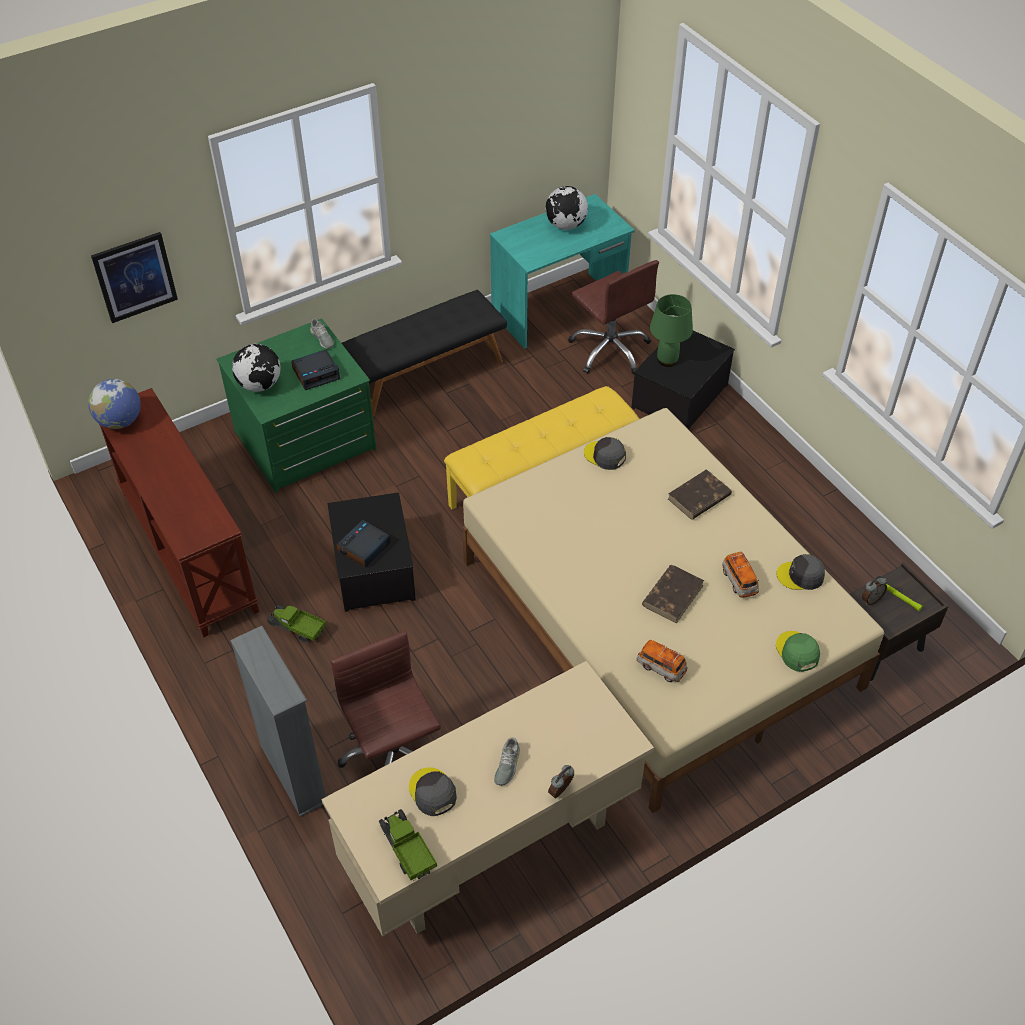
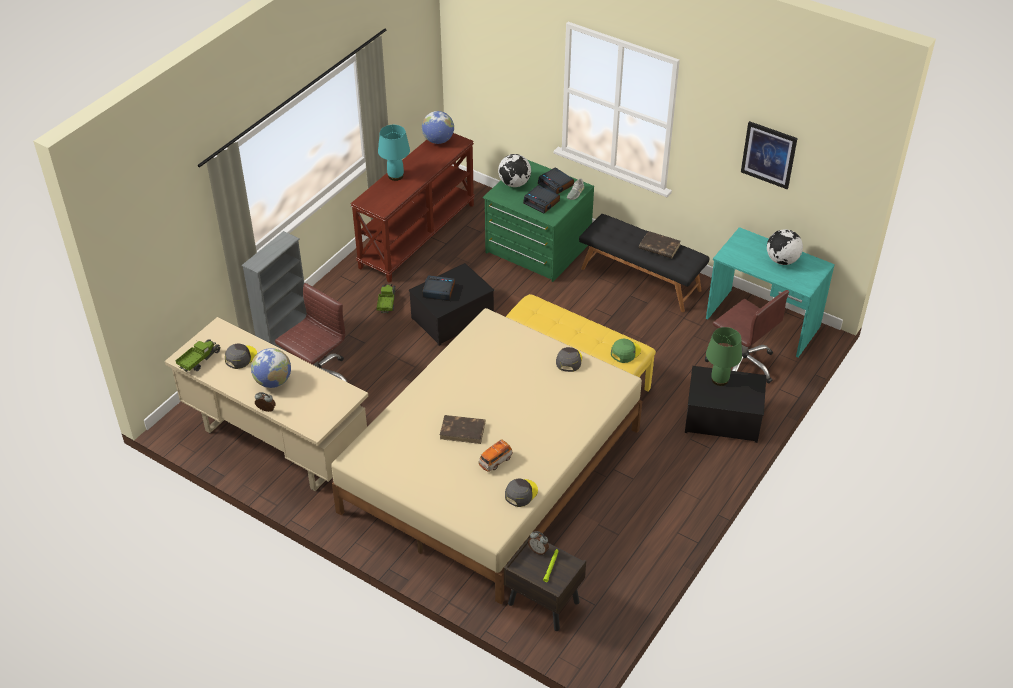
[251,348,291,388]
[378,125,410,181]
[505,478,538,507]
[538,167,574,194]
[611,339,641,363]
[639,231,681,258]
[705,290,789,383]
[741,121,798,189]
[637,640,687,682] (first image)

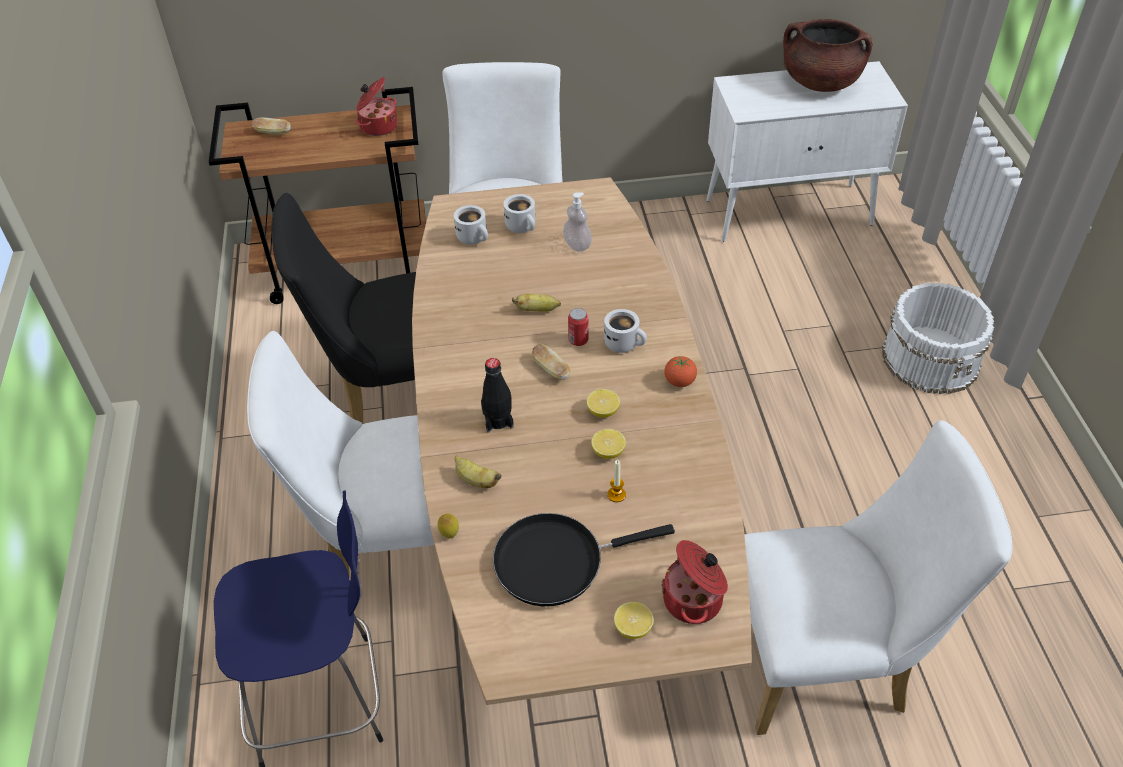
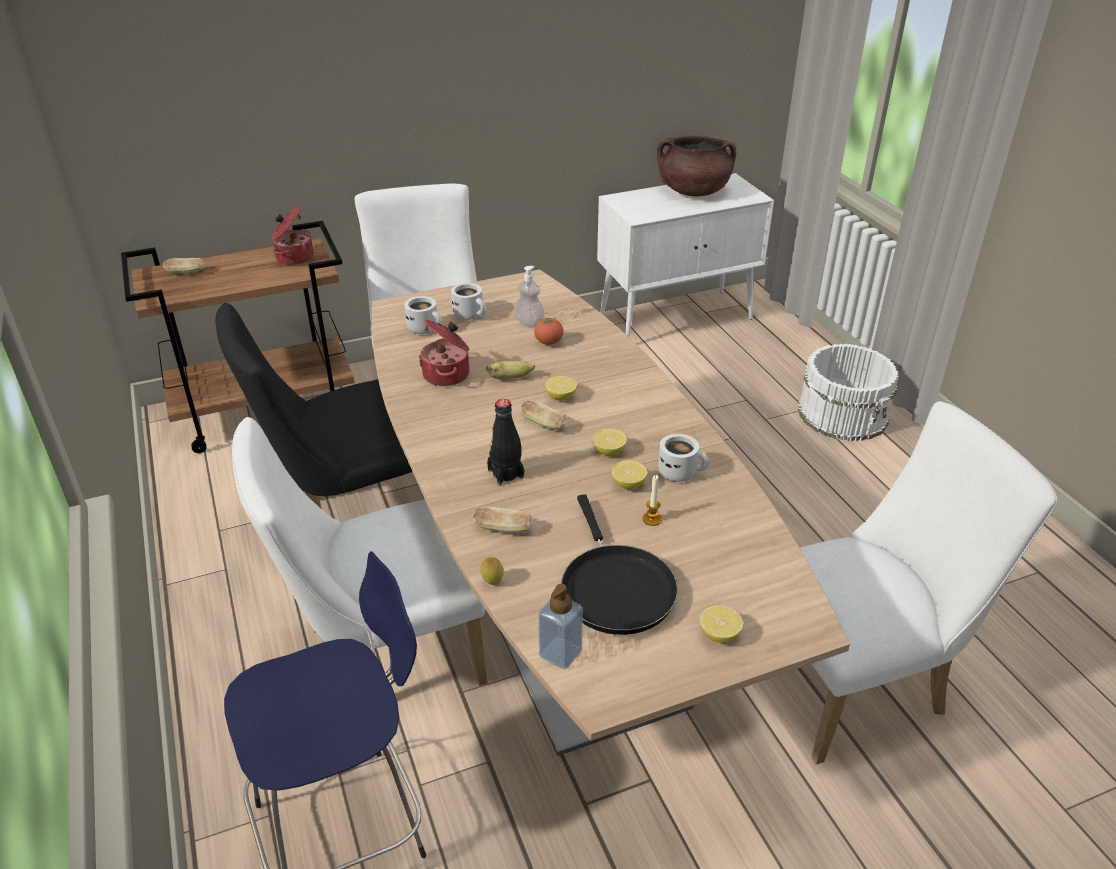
[419,319,469,386]
[472,507,533,533]
[534,318,563,345]
[539,584,583,669]
[545,376,577,401]
[561,494,678,635]
[658,434,709,482]

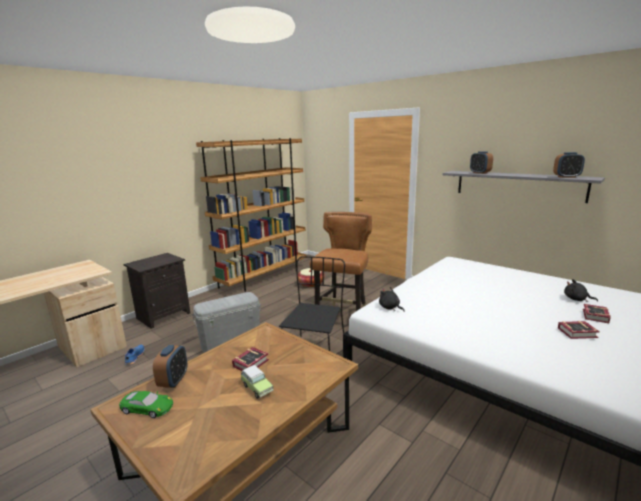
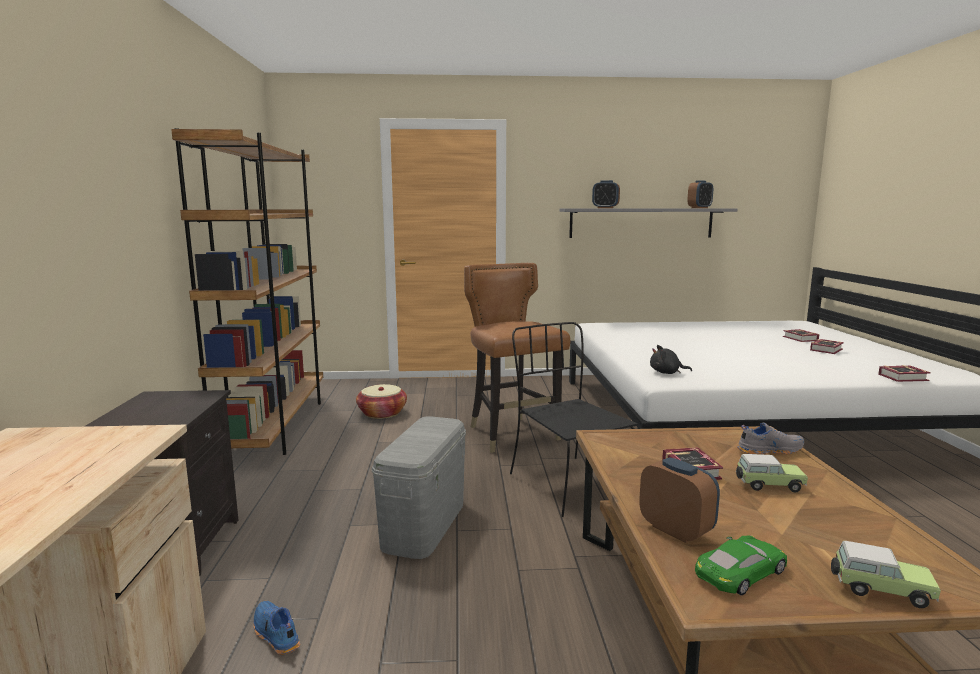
[737,423,804,454]
[831,541,941,608]
[878,365,931,382]
[564,279,598,302] (first image)

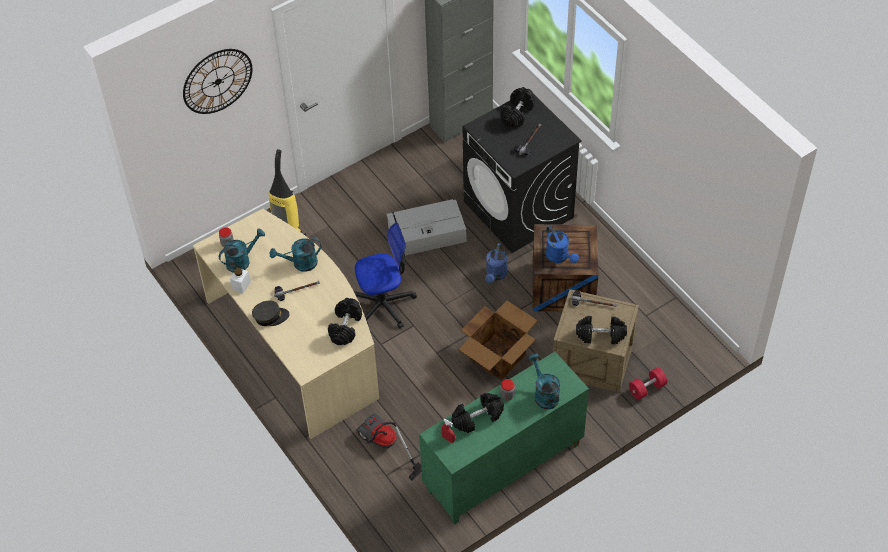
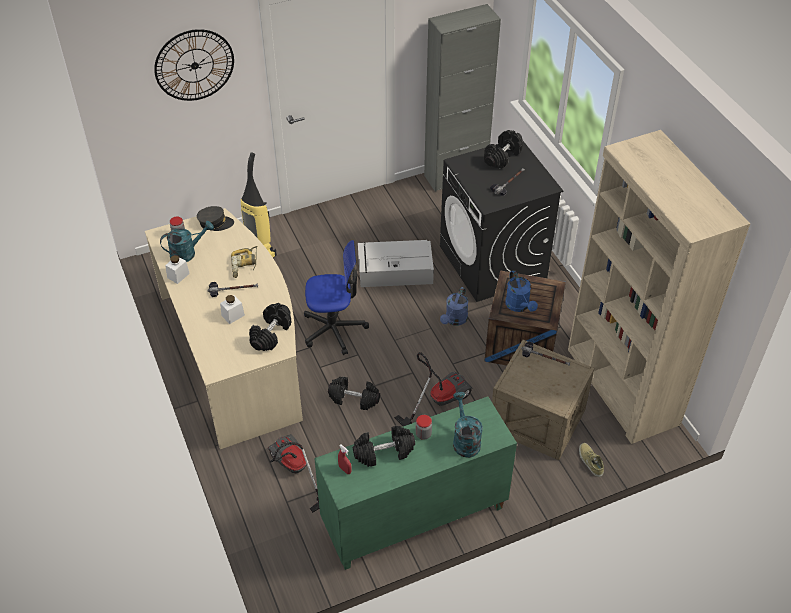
[197,206,234,231]
[220,295,245,324]
[231,246,258,278]
[328,377,380,410]
[394,352,473,426]
[568,130,750,444]
[579,443,604,477]

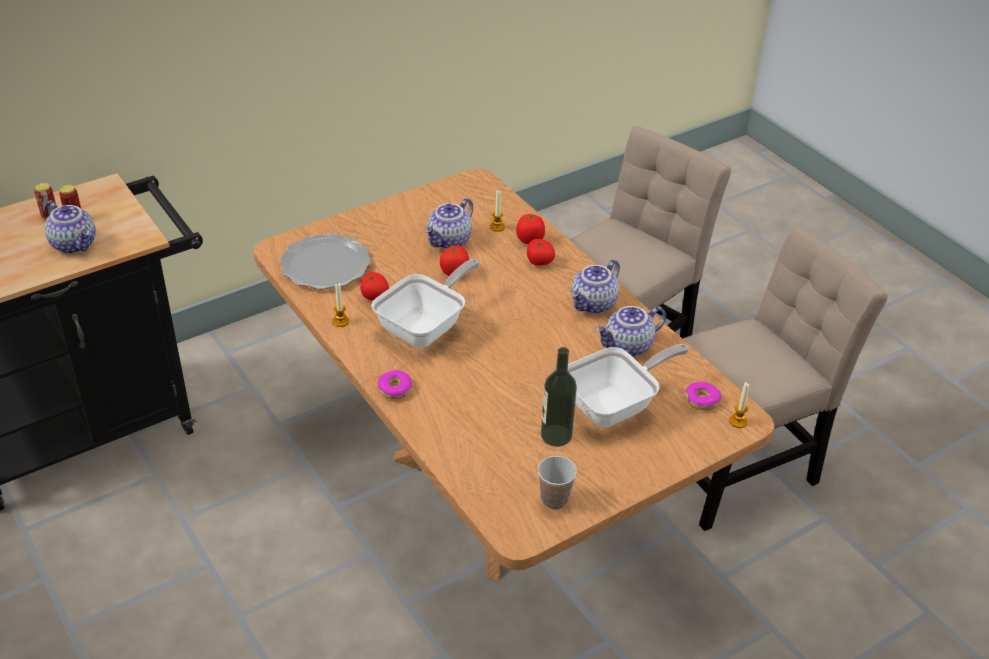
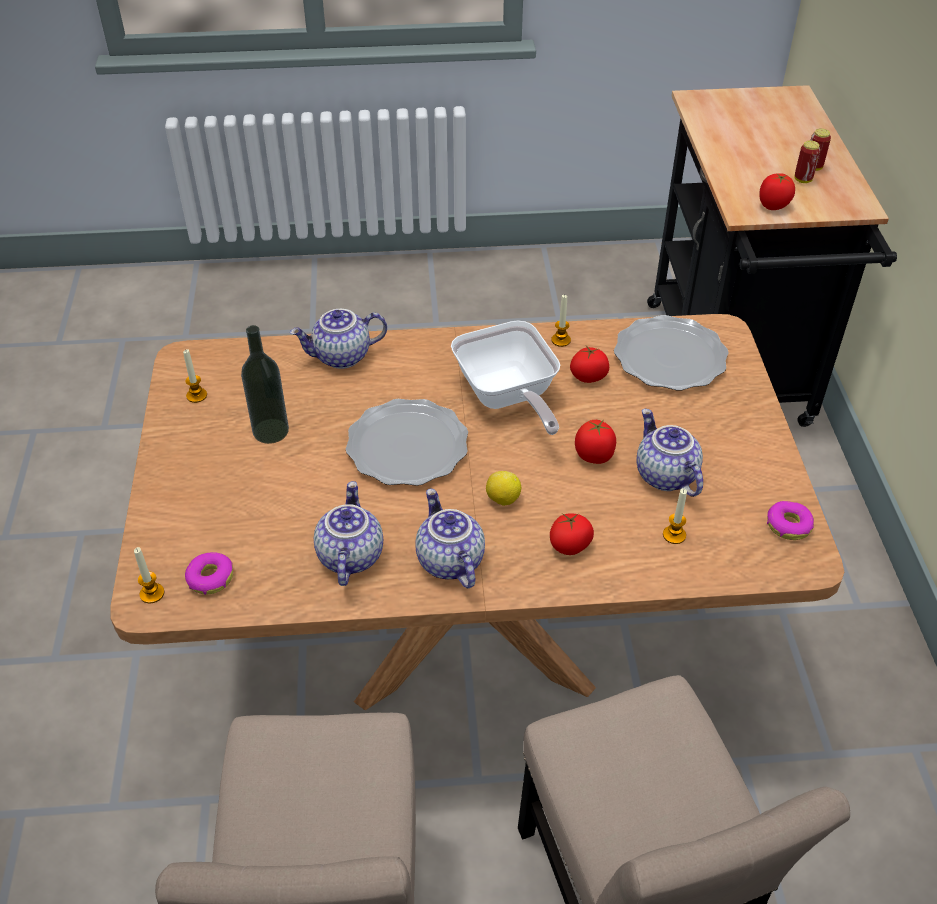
[183,349,207,403]
[290,309,387,369]
[346,399,468,486]
[486,471,521,506]
[759,173,795,210]
[767,501,814,540]
[568,344,689,428] (first image)

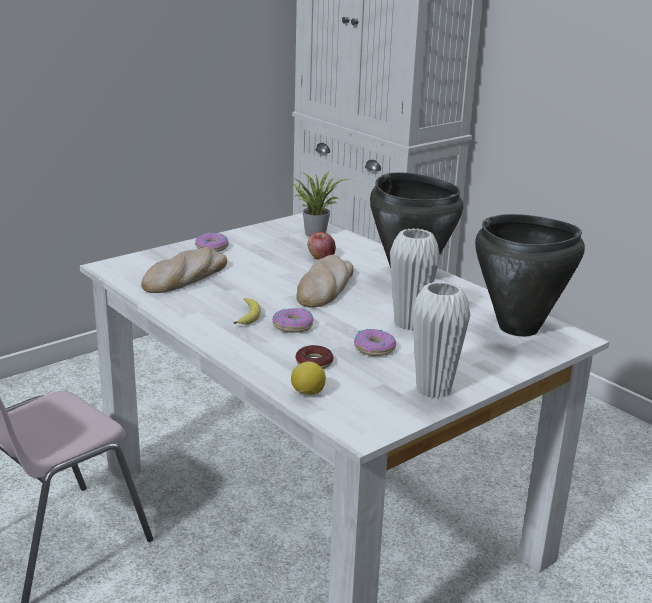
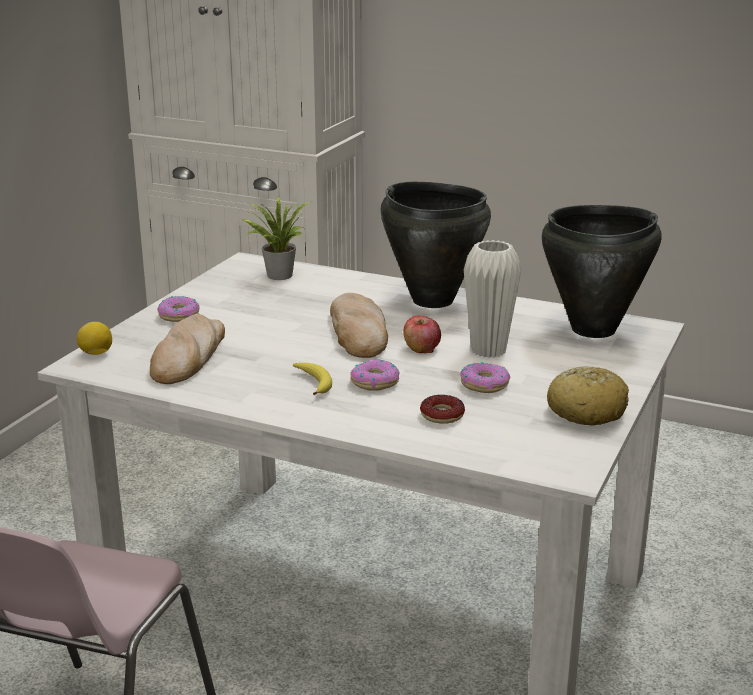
[77,322,112,355]
[403,315,441,354]
[547,367,629,425]

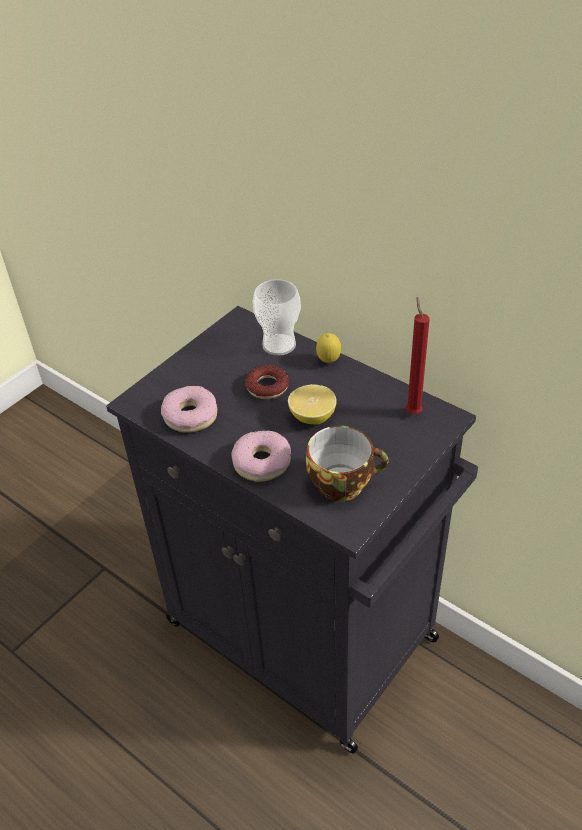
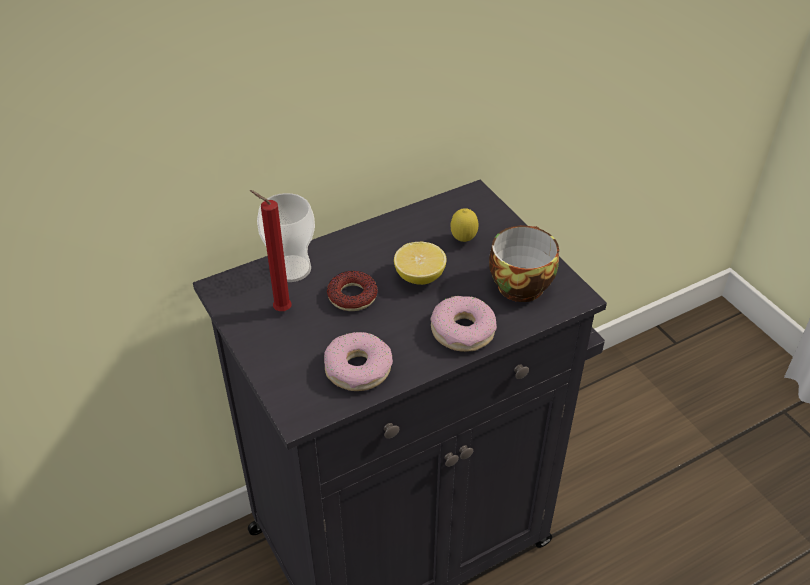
[250,190,292,311]
[451,208,478,242]

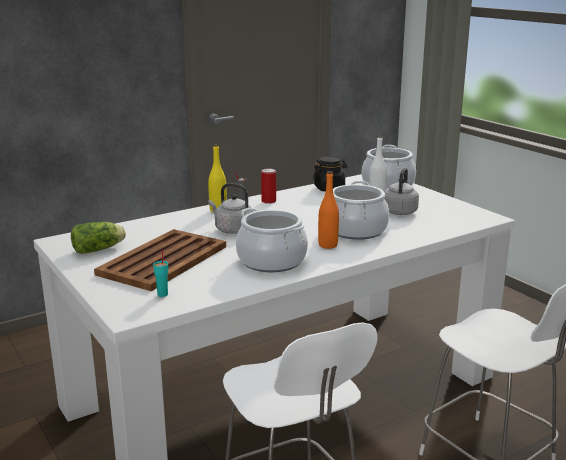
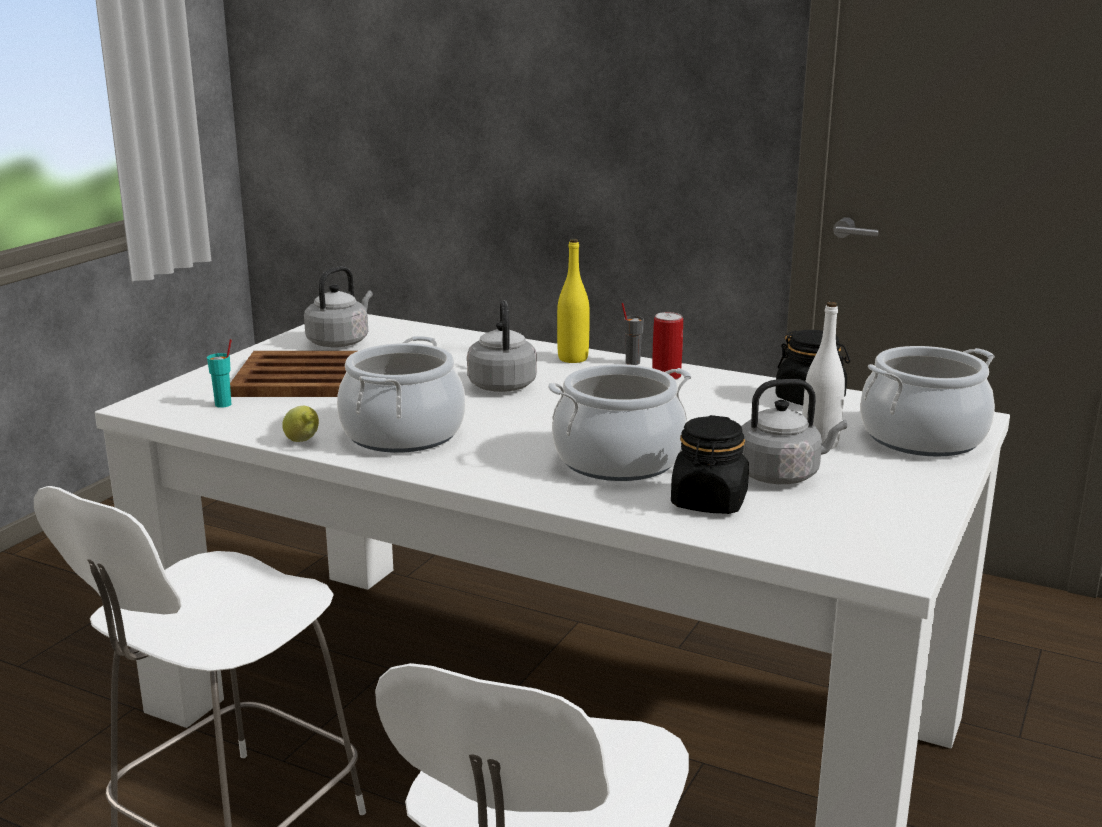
[282,406,319,442]
[304,266,373,348]
[671,415,749,514]
[318,171,339,249] (first image)

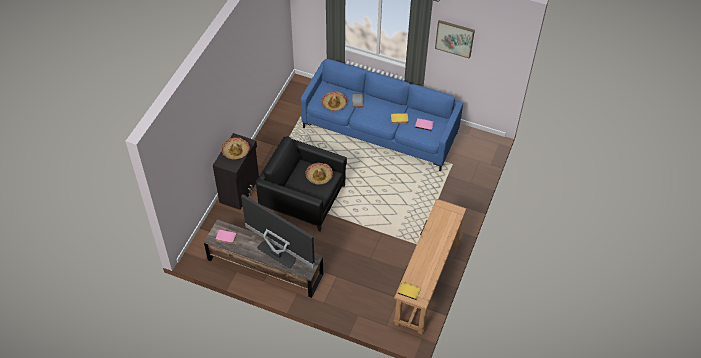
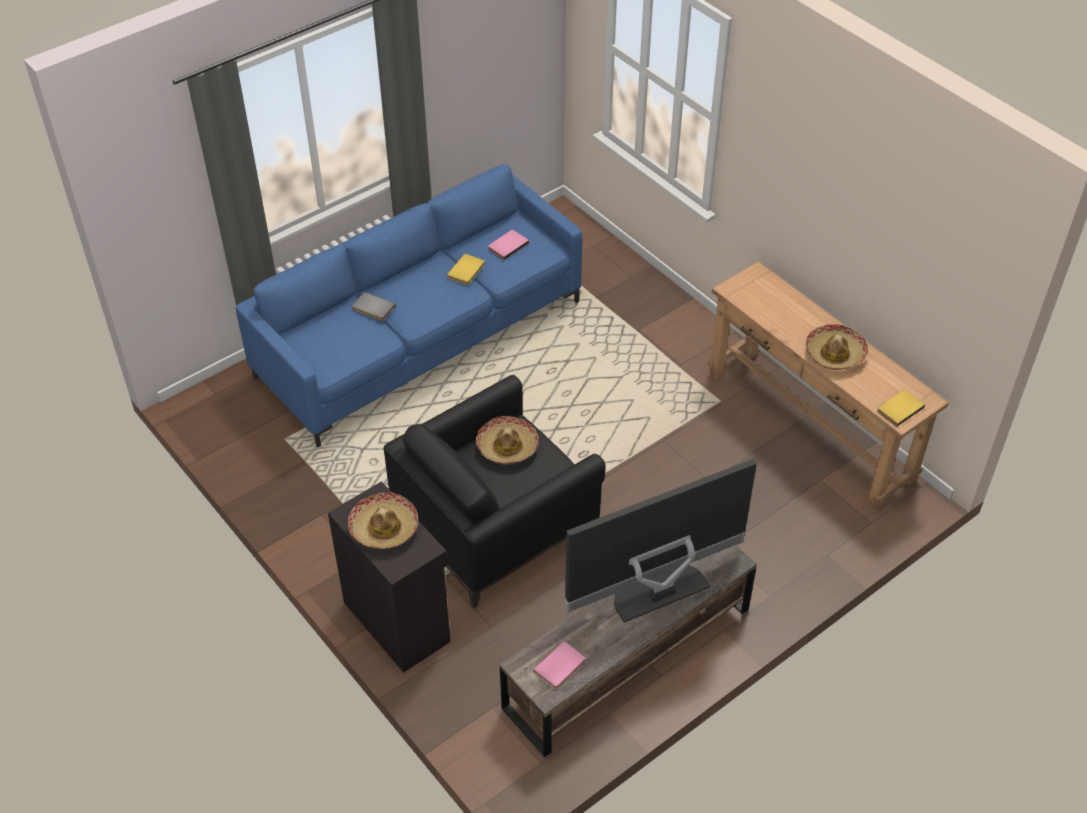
[806,324,868,370]
[435,20,475,59] (first image)

